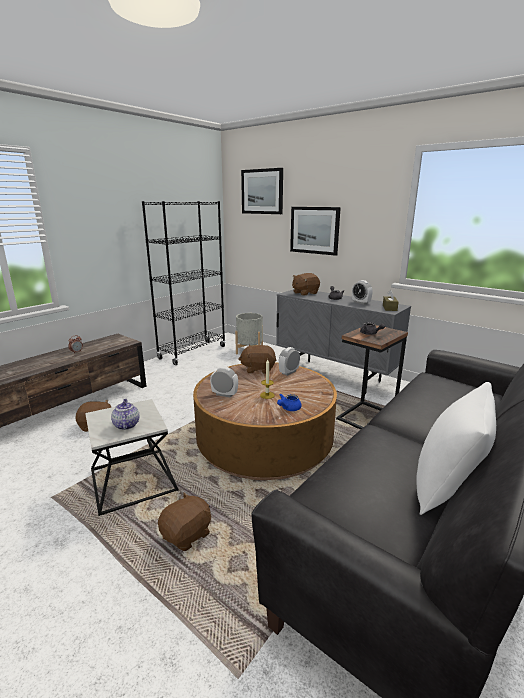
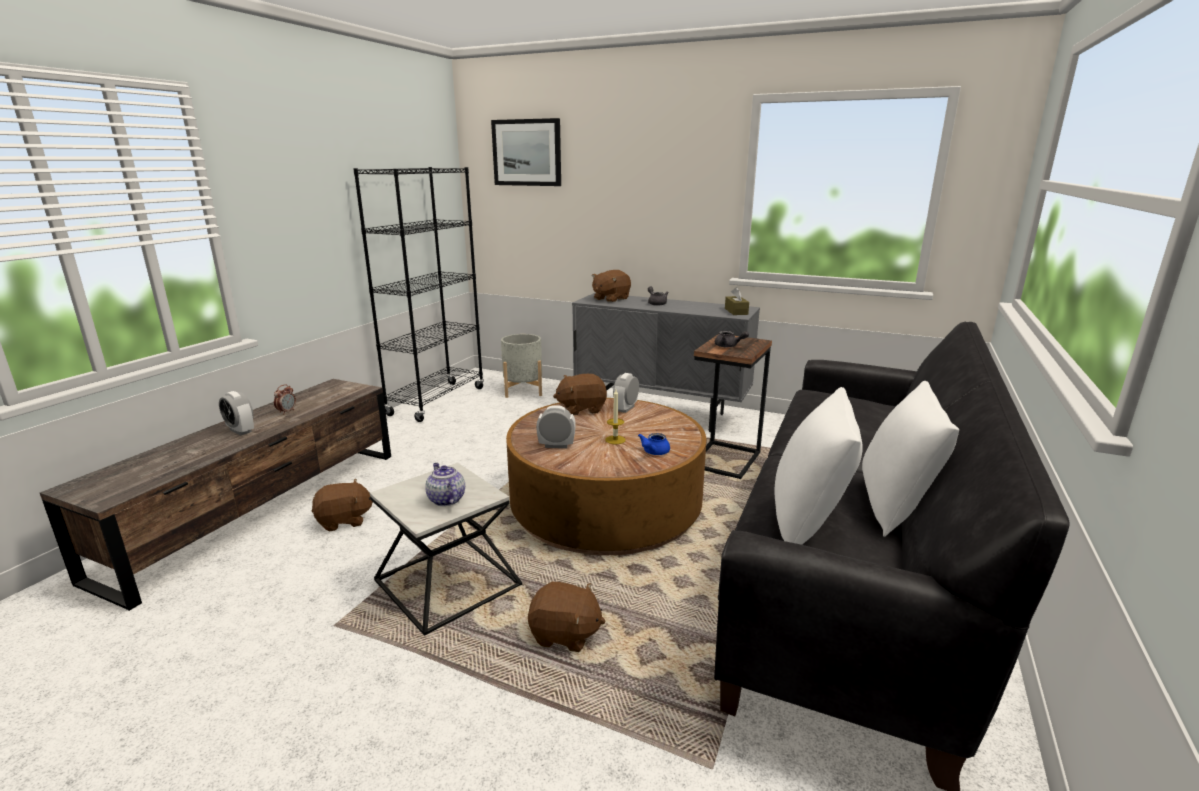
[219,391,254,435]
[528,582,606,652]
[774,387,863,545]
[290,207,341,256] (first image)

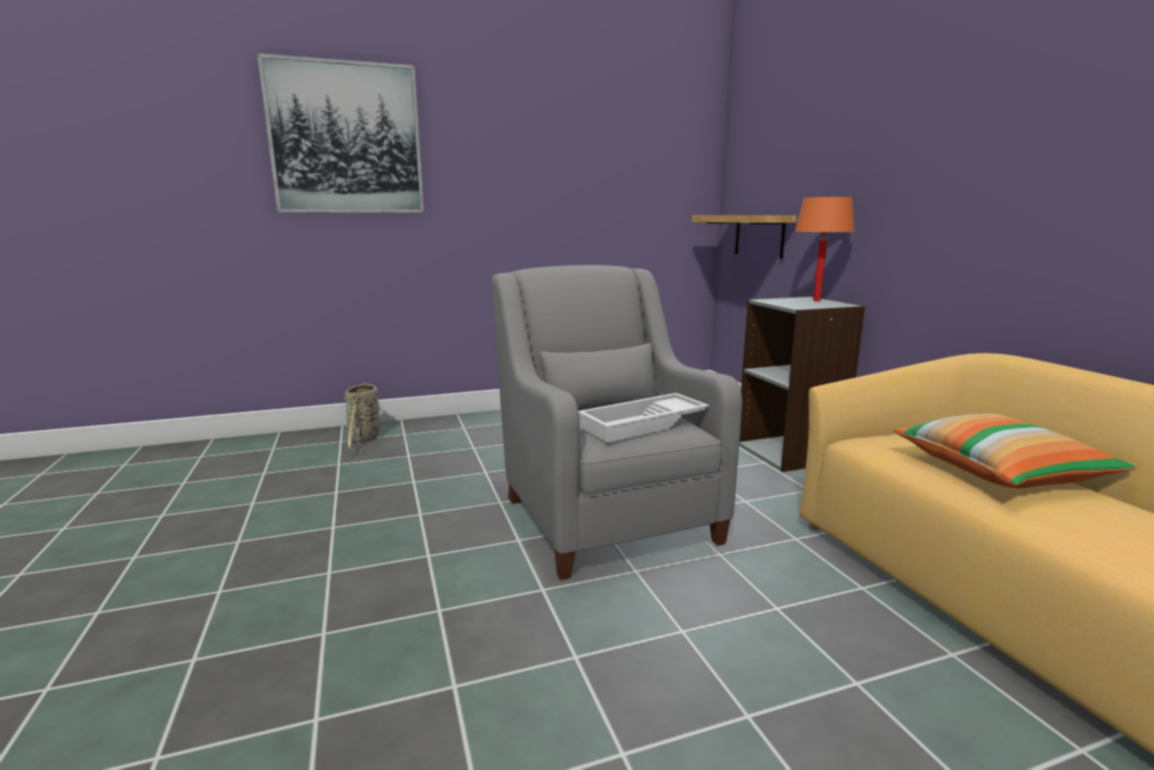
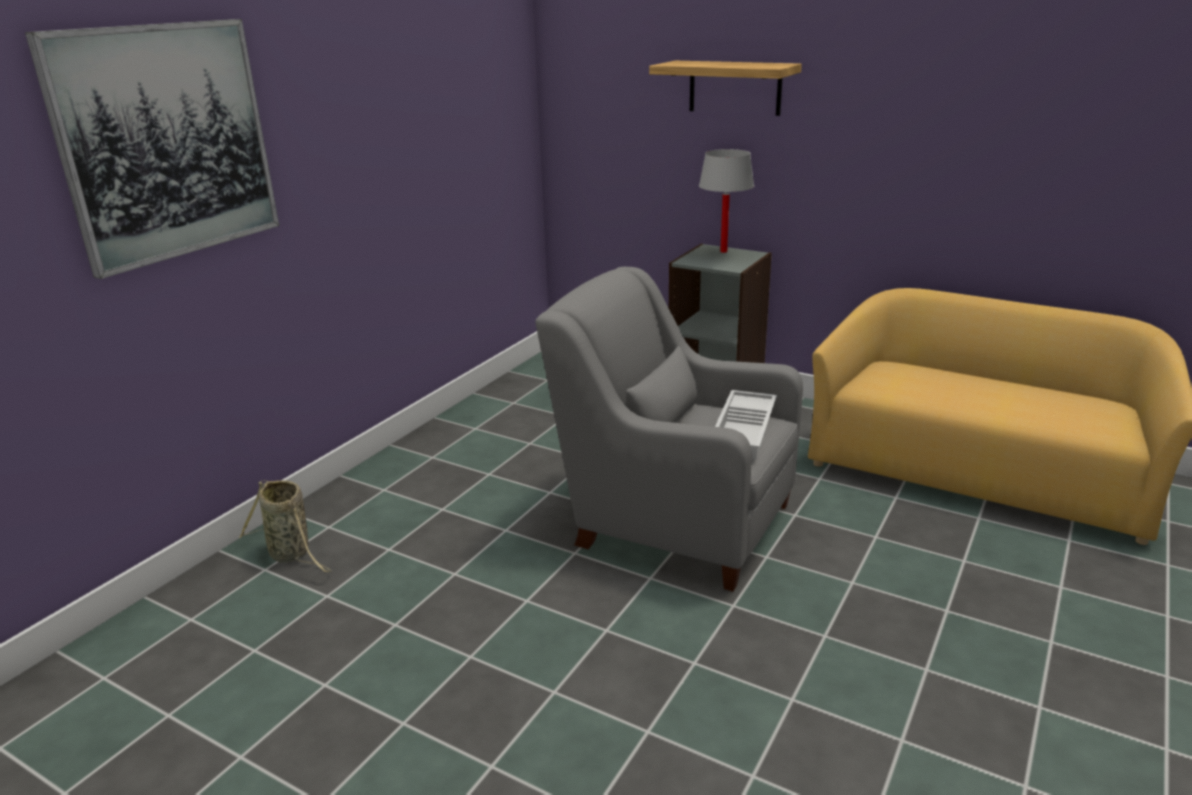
[649,61,802,116]
[699,149,754,253]
[894,414,1136,488] (first image)

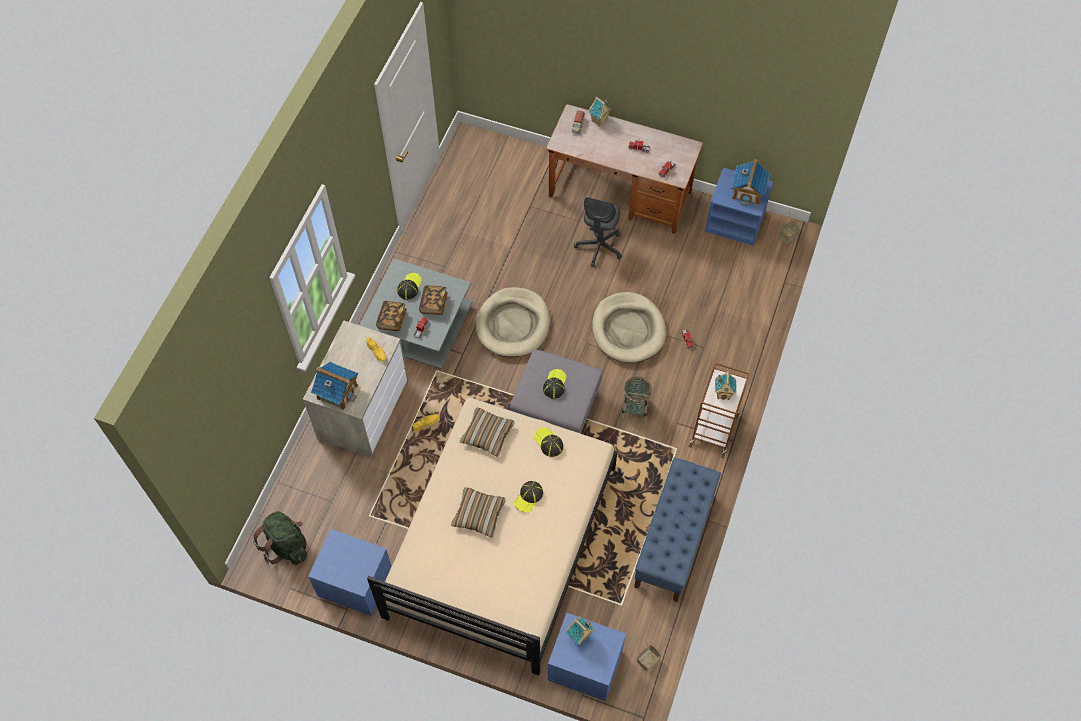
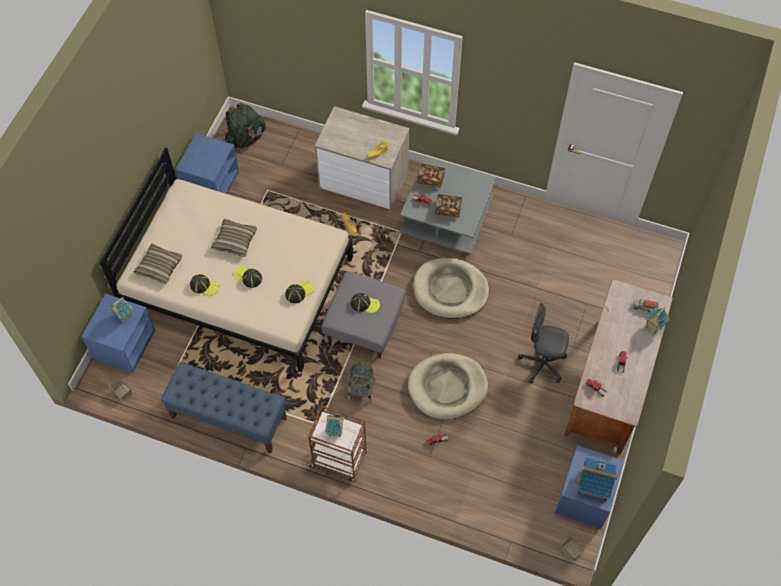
[134,243,183,284]
[190,274,219,296]
[311,362,358,410] (first image)

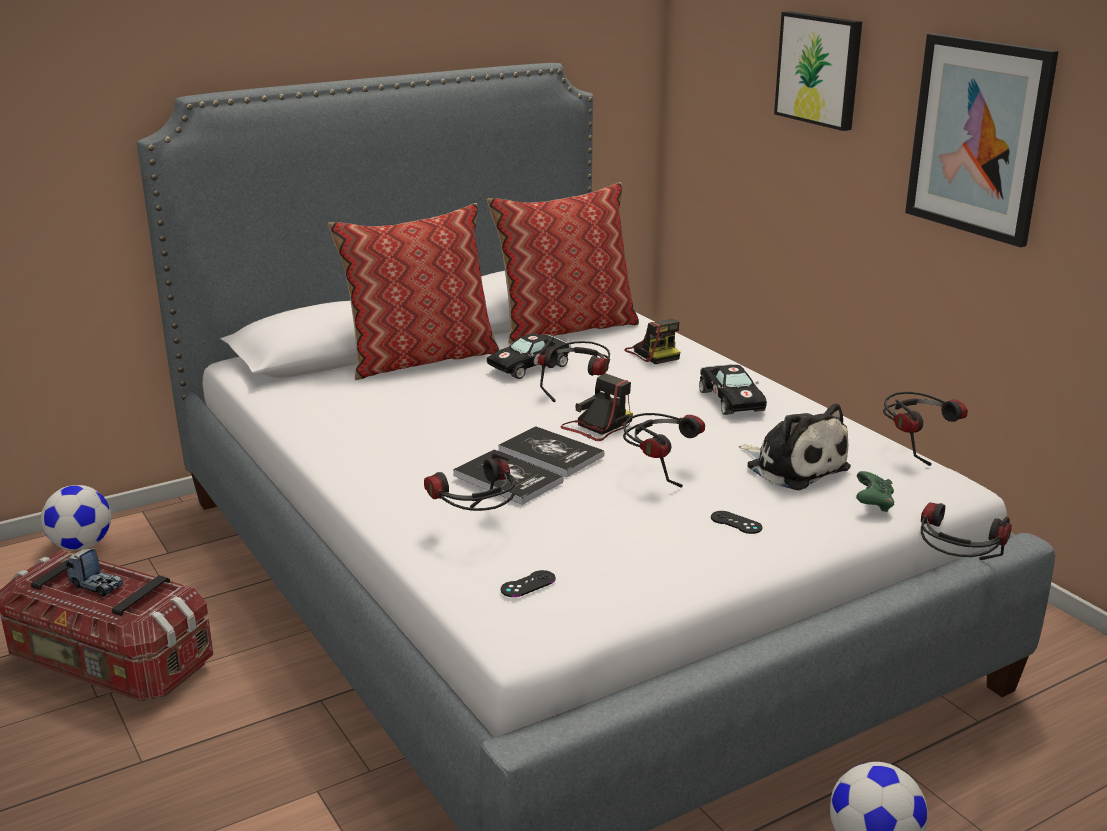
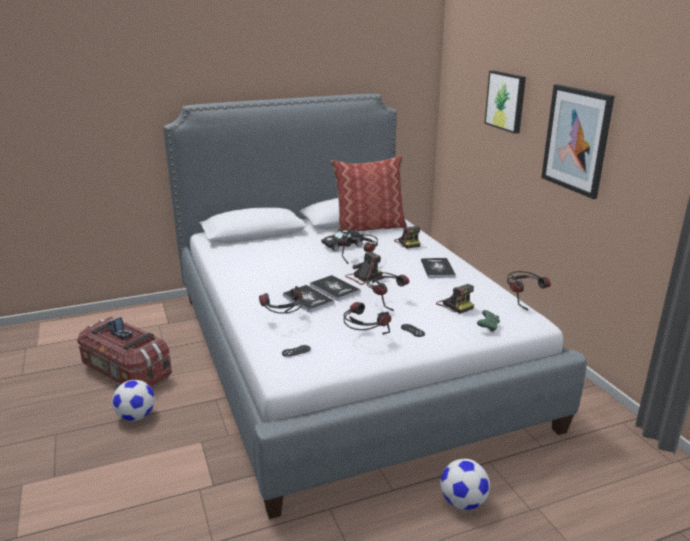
[112,380,155,421]
[343,302,391,335]
[421,258,456,278]
[436,284,474,314]
[328,203,499,380] (first image)

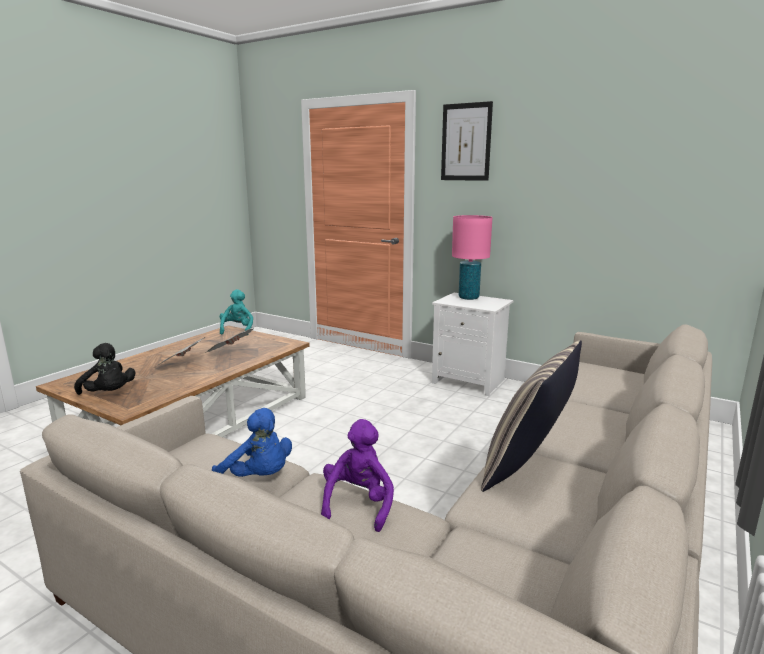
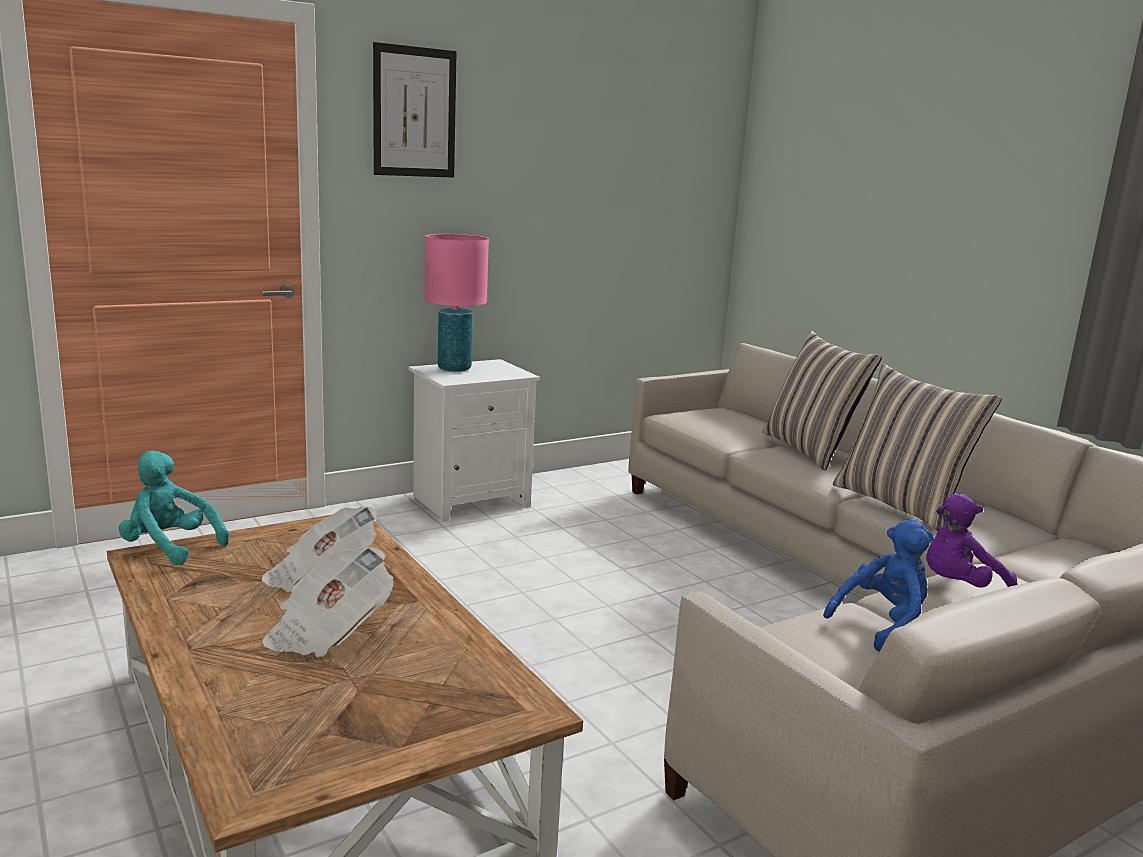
[763,330,882,471]
[926,494,1018,588]
[74,343,135,395] (first image)

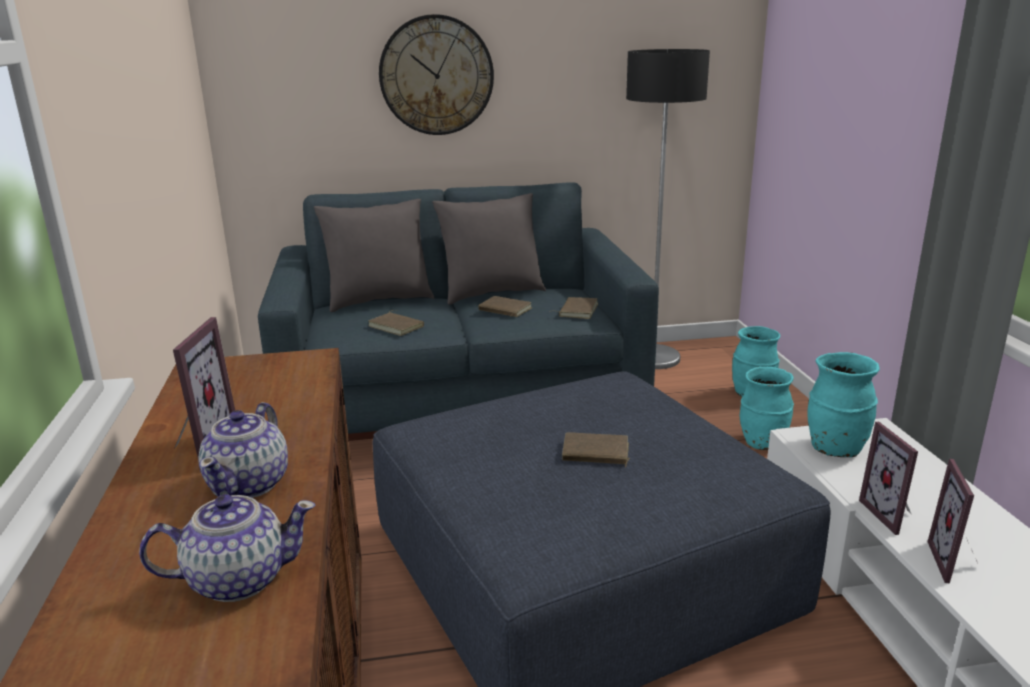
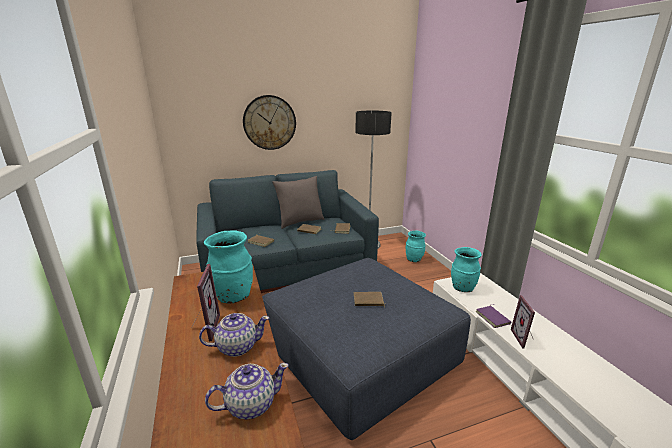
[199,313,269,357]
[204,230,253,303]
[476,304,511,328]
[314,199,434,312] (first image)

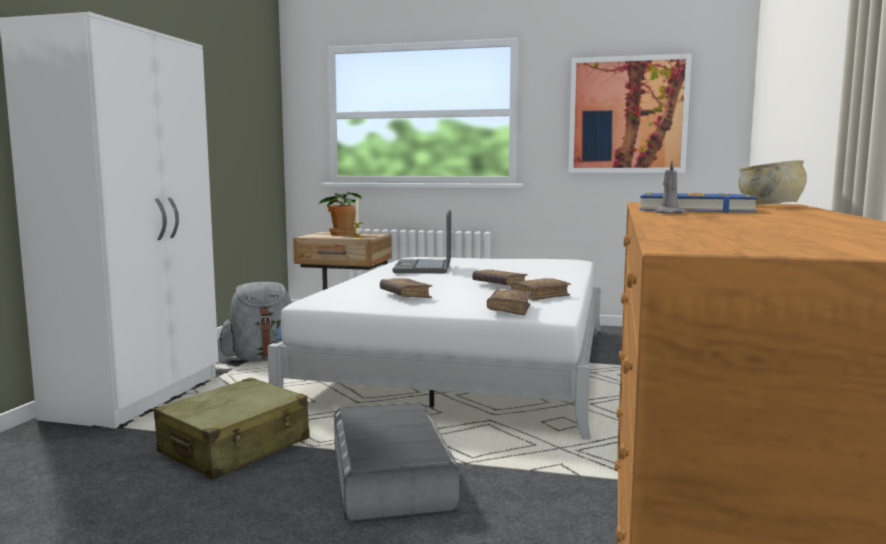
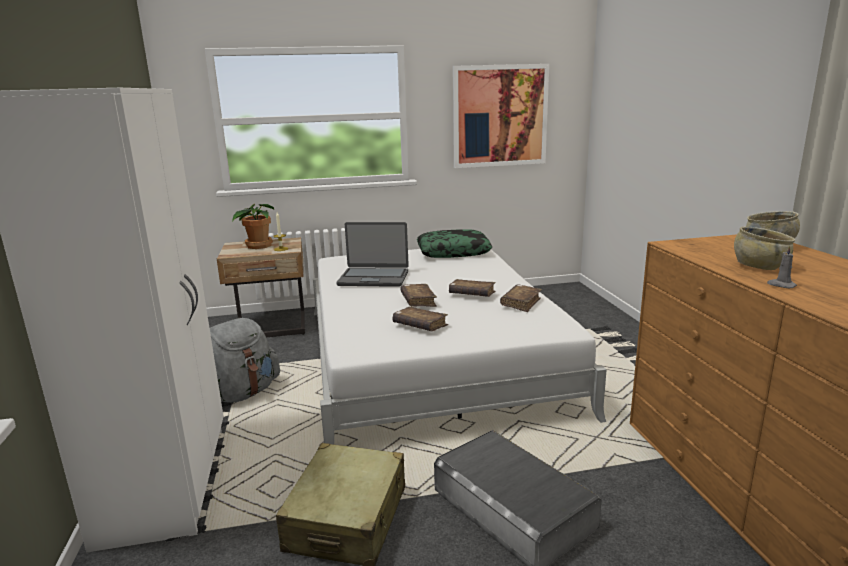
[336,222,409,287]
[401,284,437,307]
[417,229,492,258]
[734,227,795,270]

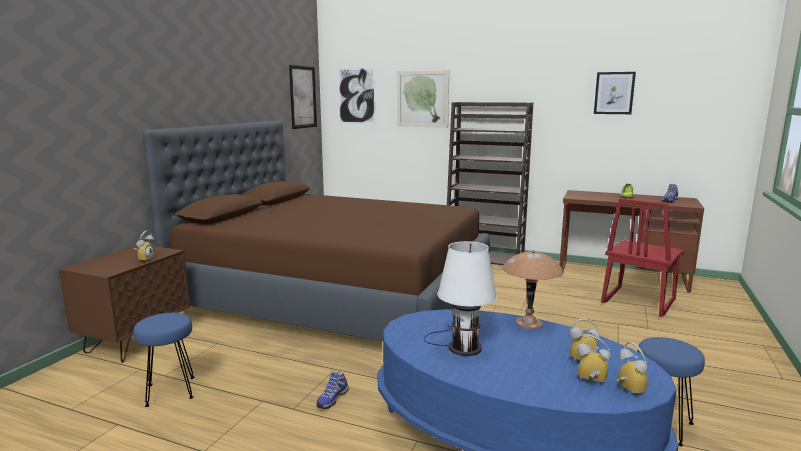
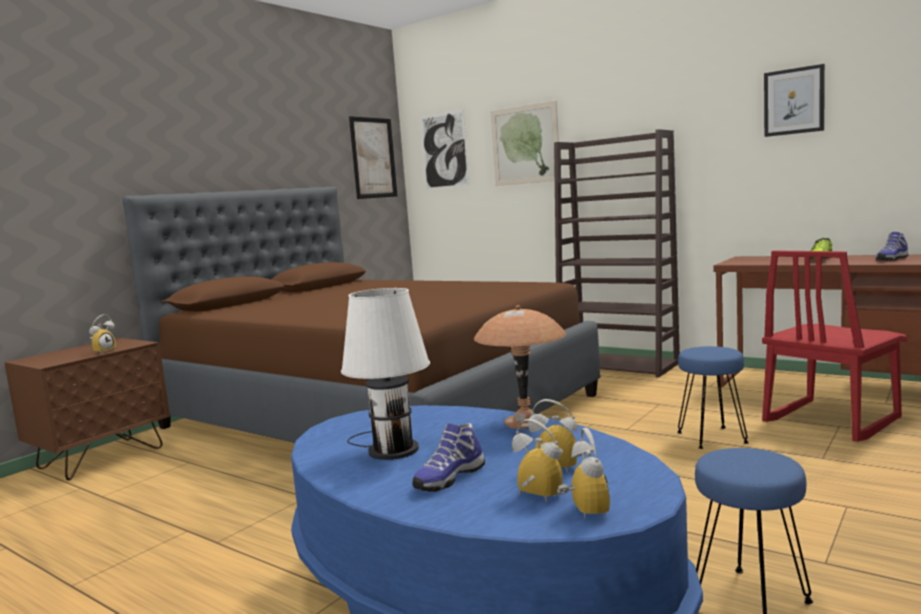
[412,423,485,492]
[677,346,749,449]

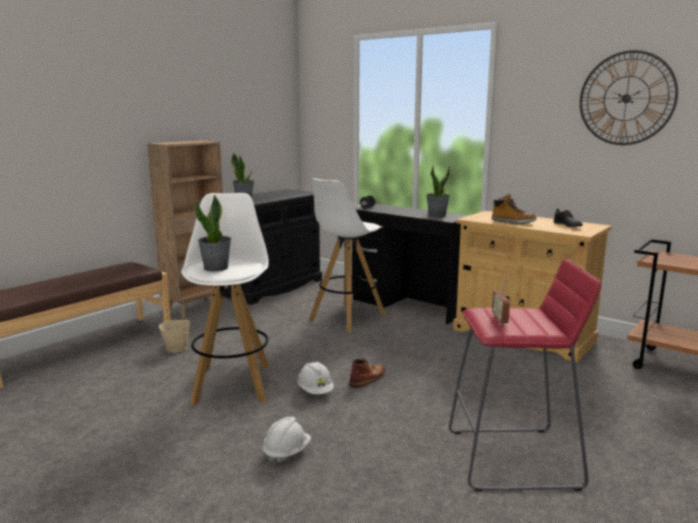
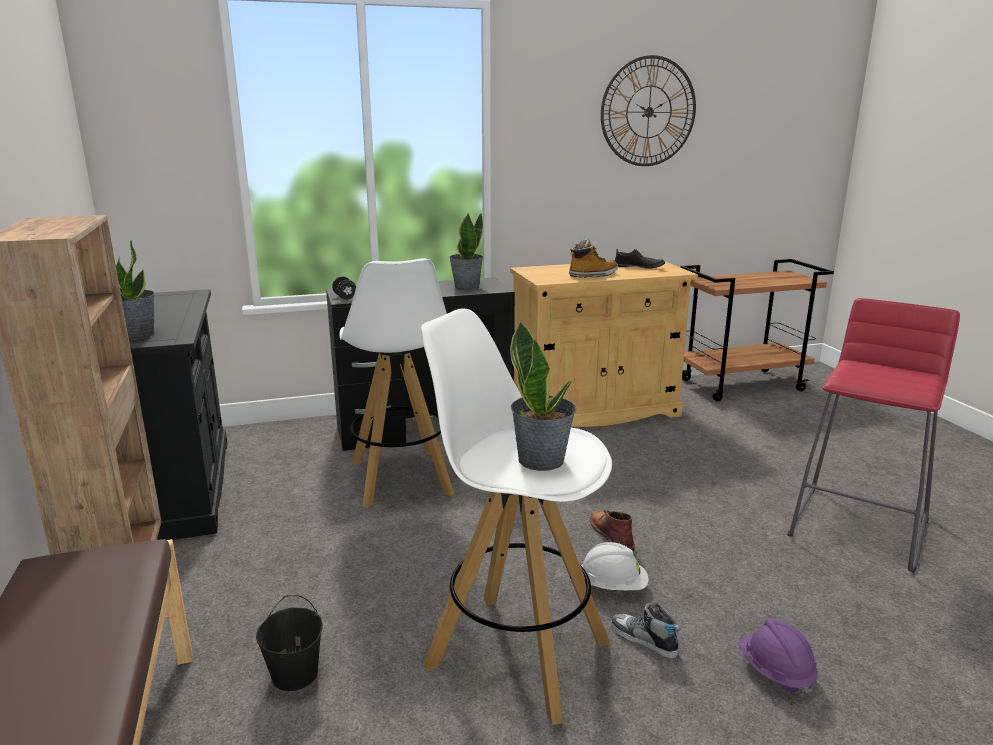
[256,595,323,691]
[611,602,680,659]
[738,618,818,697]
[492,277,510,325] (first image)

